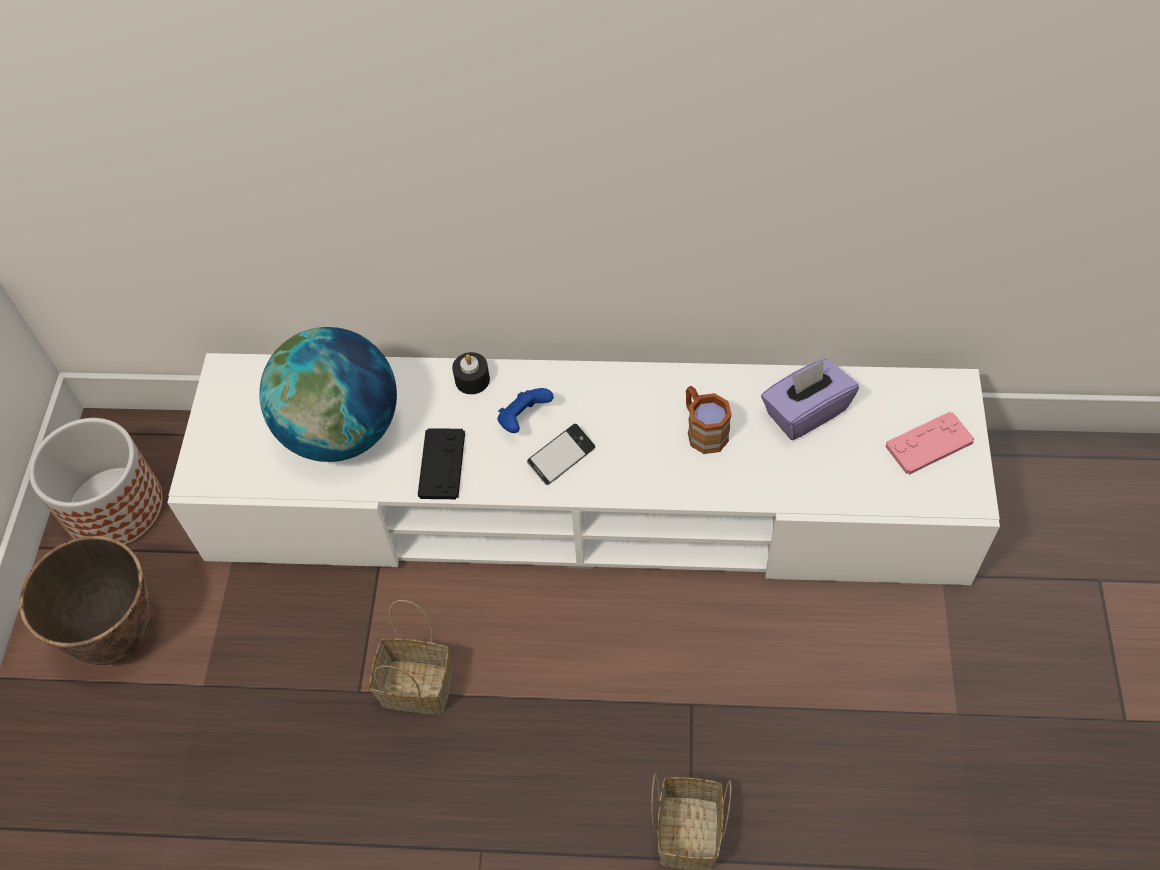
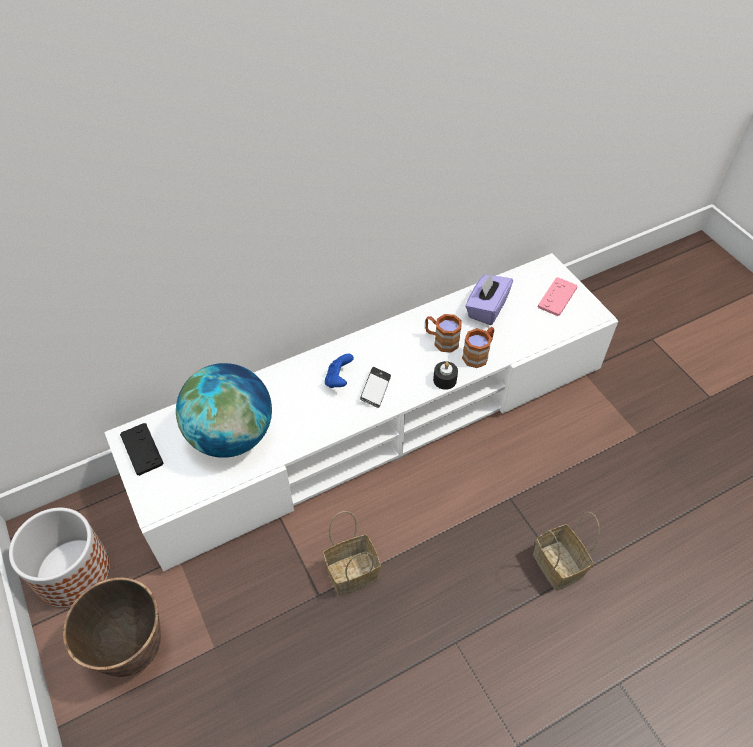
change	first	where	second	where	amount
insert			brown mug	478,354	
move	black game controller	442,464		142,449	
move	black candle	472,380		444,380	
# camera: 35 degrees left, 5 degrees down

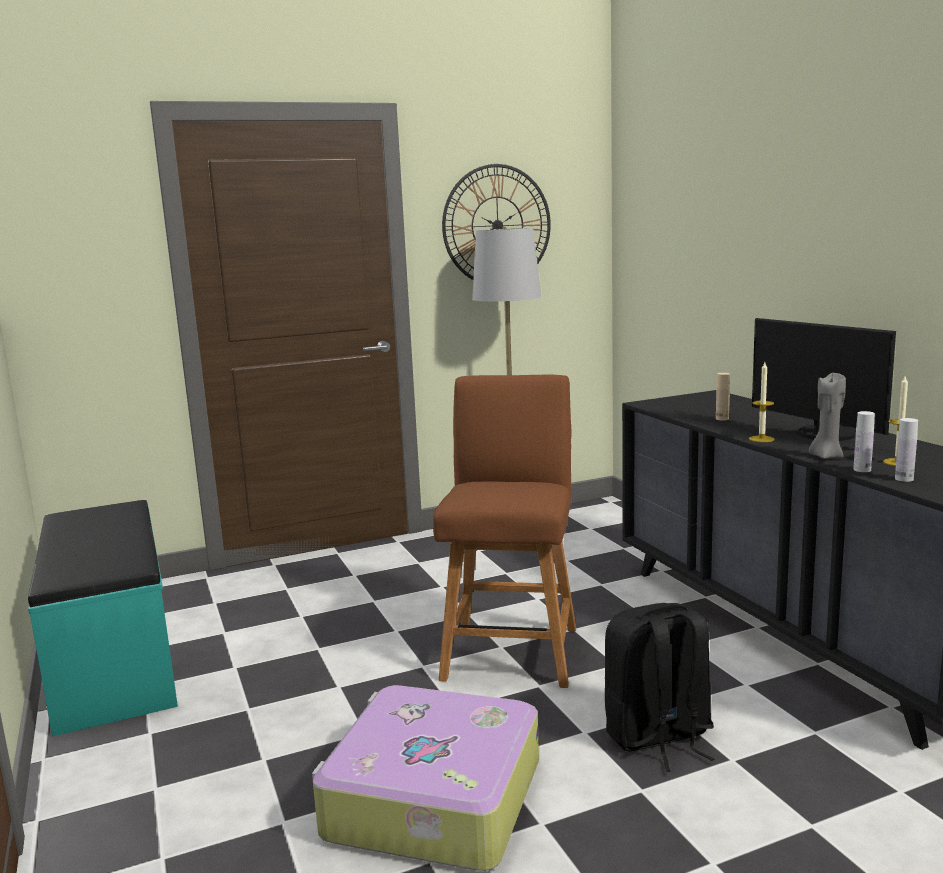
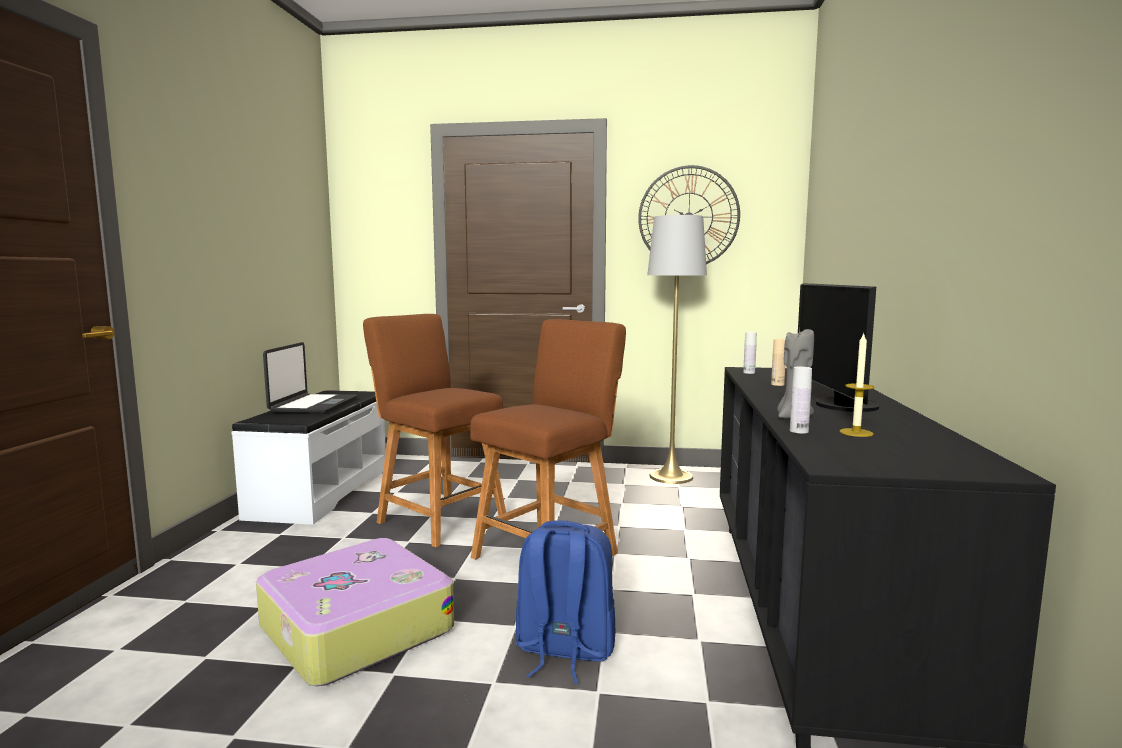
change	first	where	second	where	amount
delete	candle	761,439			
insert			laptop	313,405	
insert			brown chair	438,518	
move	white bottle	904,479		749,372	
recolor	turquoise bench	112,663	white bench	320,492	
recolor	black backpack	658,737	blue backpack	564,651	
# camera: 30 degrees right, 5 degrees down

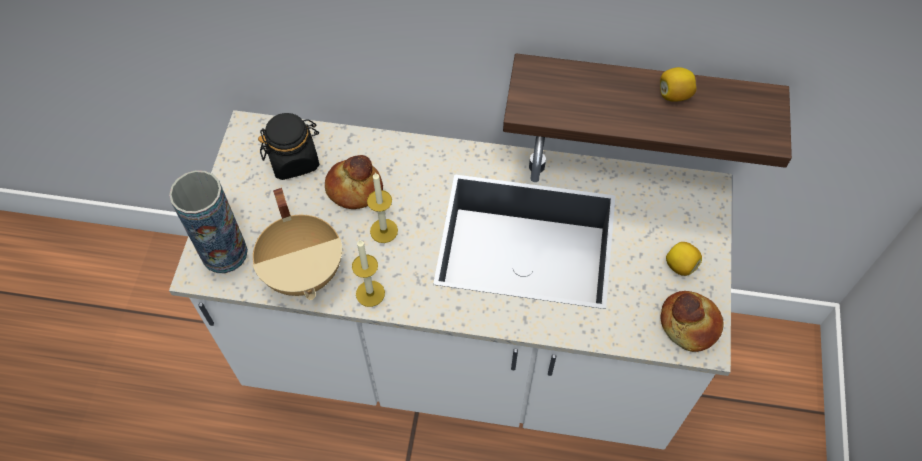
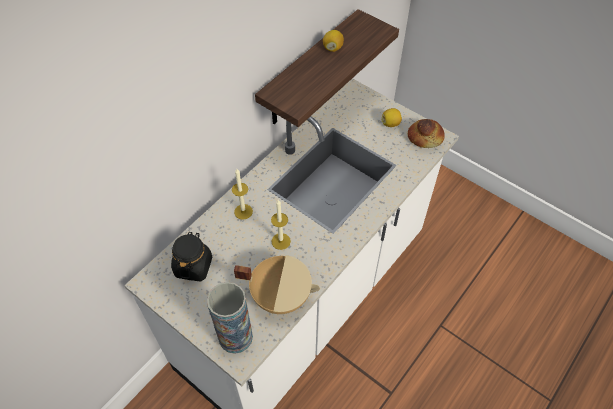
change	first	where	second	where	amount
delete	bread	354,189			
move	candle	370,293		243,211	
# camera: 60 degrees left, 5 degrees down

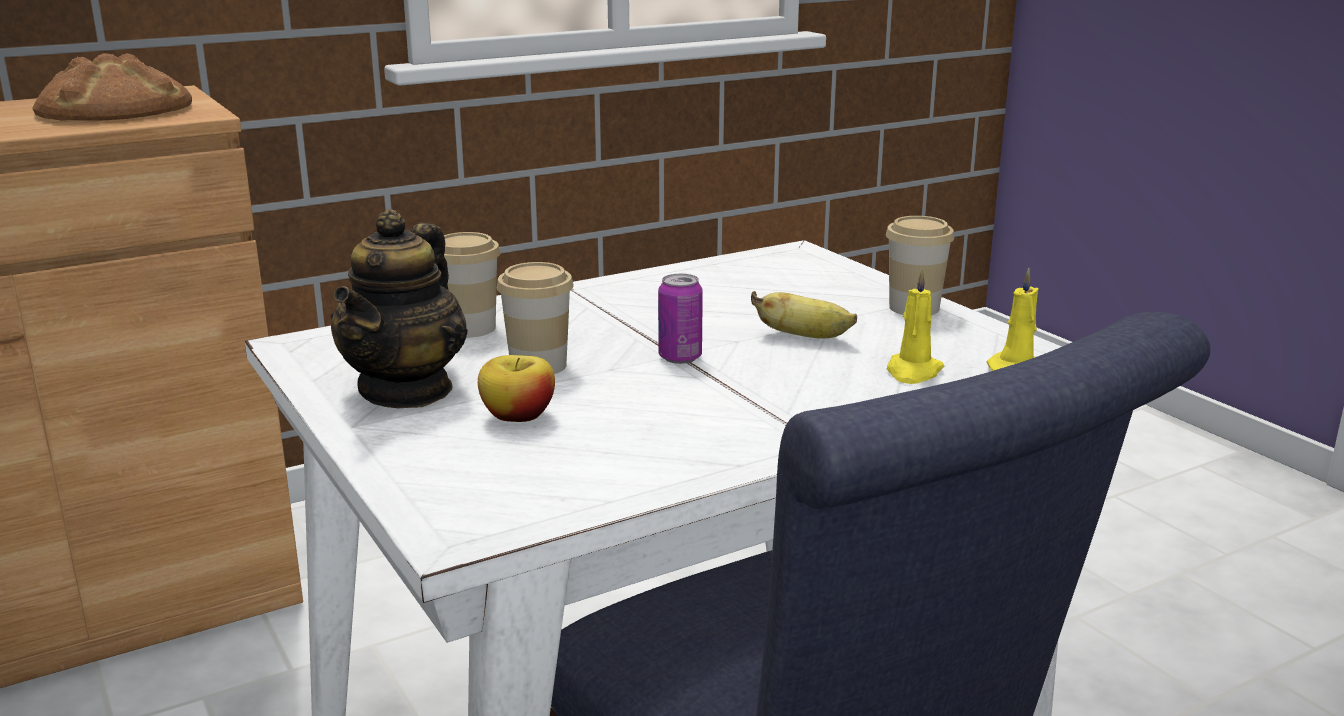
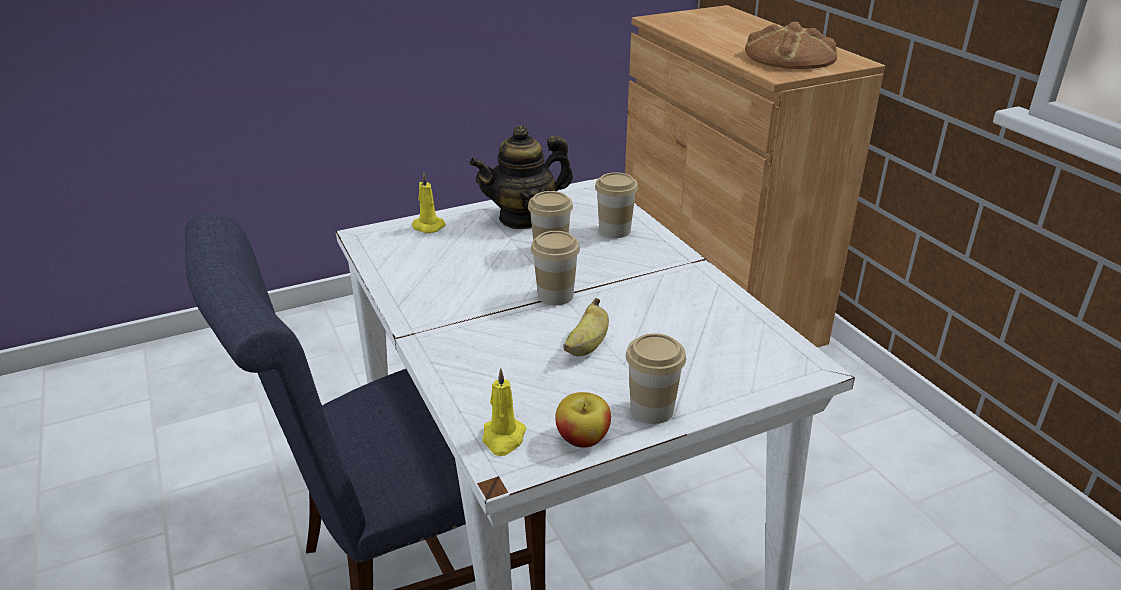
change	first	where	second	where	amount
move	apple	518,416		582,438	
move	yellow candle	913,372		427,226	
replace	can	680,357	cup	555,295	
rotate	teapot	407,390		523,218	45 degrees counterclockwise
# camera: 95 degrees right, 10 degrees up

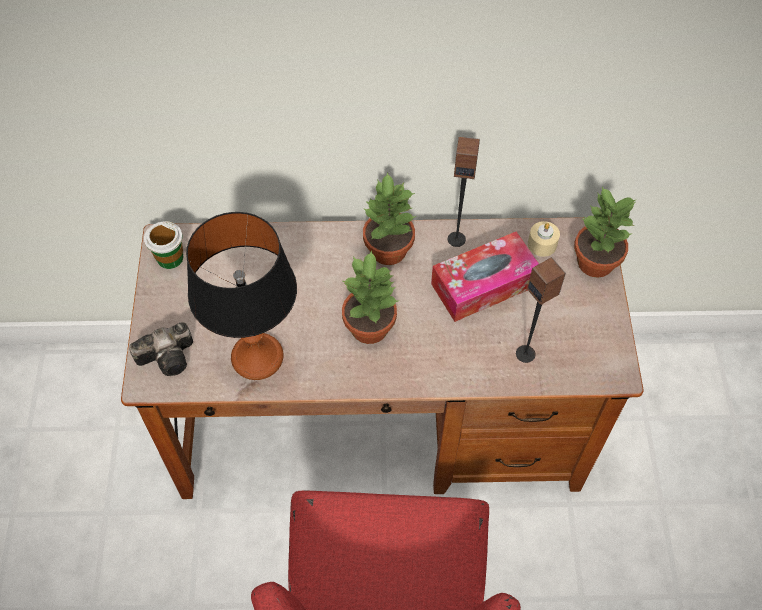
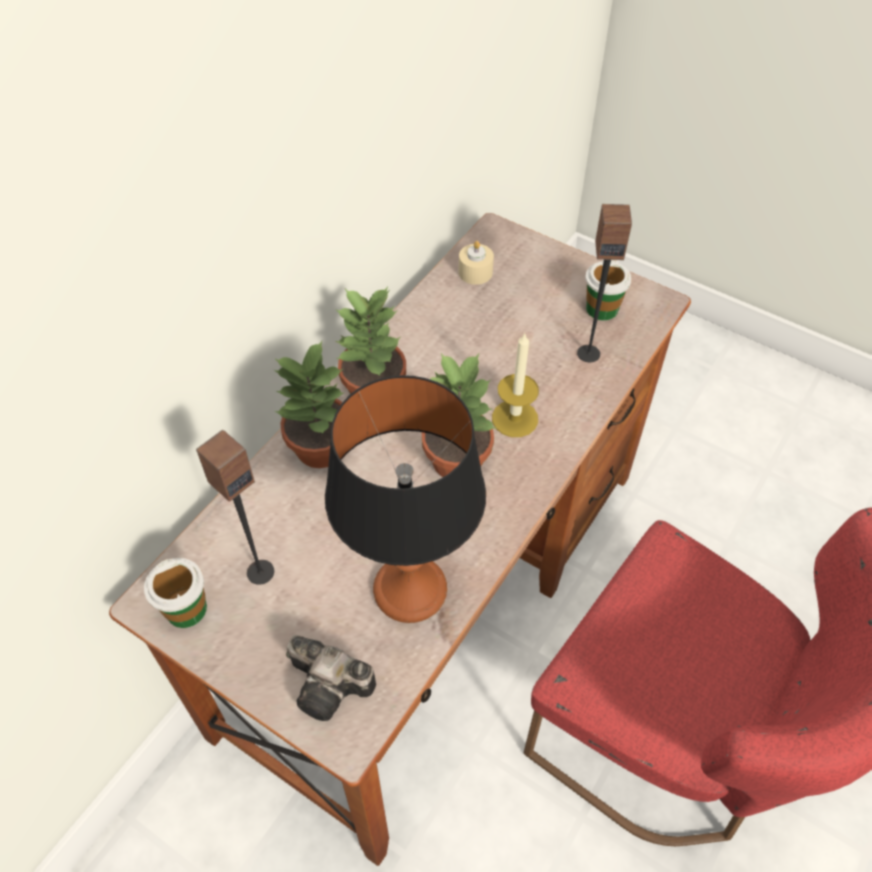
change	first	where	second	where	amount
delete	tissue box	484,285			
insert			candle	514,418	
insert			cup	602,309	
move	speaker	456,239		260,571	
move	potted plant	594,262		319,448	
rotate	photo camera	170,356		332,687	105 degrees clockwise
# camera: 55 degrees left, 5 degrees down

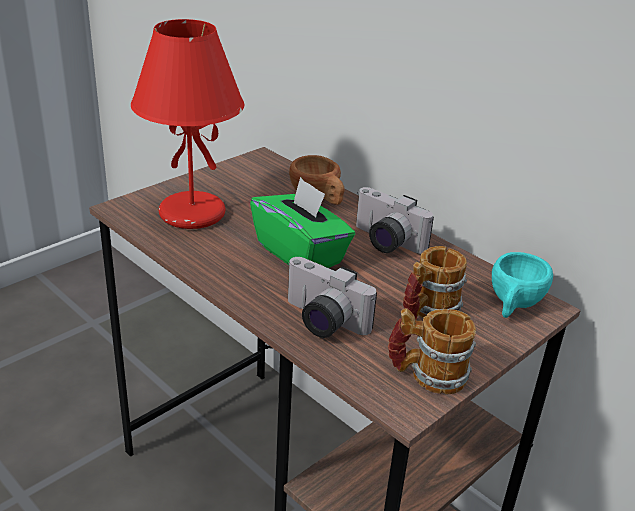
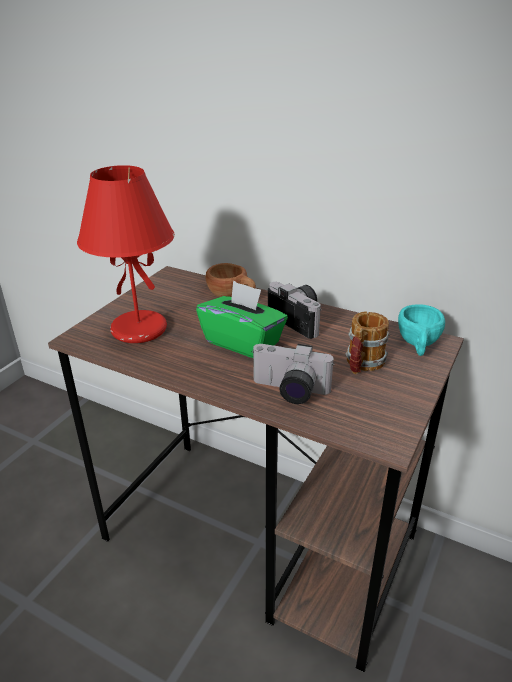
change	first	where	second	where	amount
delete	mug	427,375			
rotate	photo camera	384,242		300,319	150 degrees counterclockwise
# camera: 15 degrees left, 0 degrees up

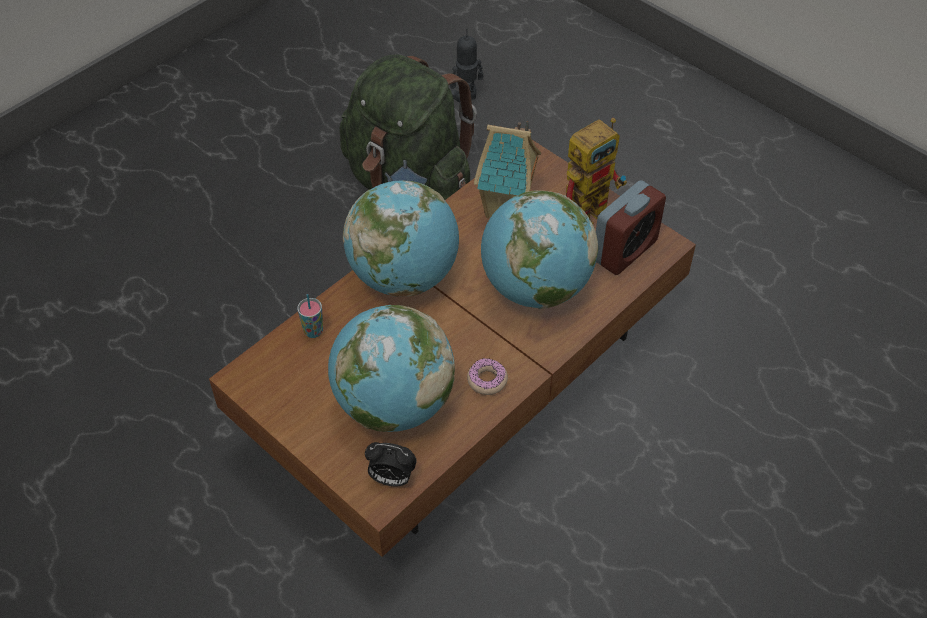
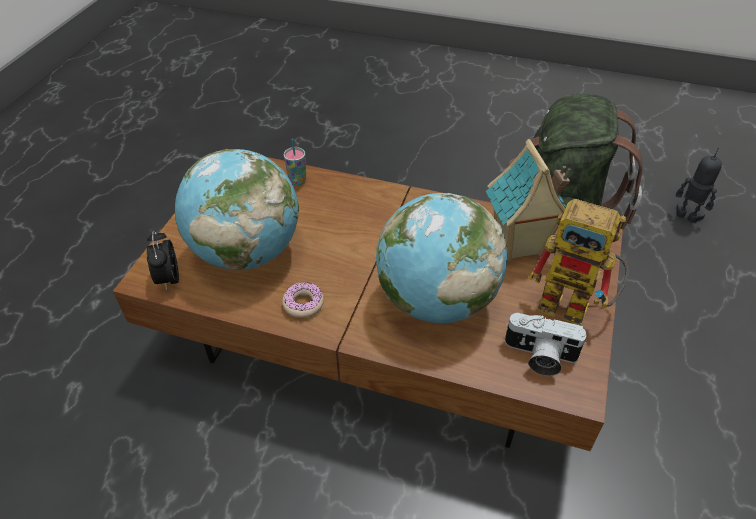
change	first	where	second	where	amount
delete	globe	404,276			
replace	alarm clock	624,250	photo camera	539,356	
# camera: 65 degrees right, 5 degrees down

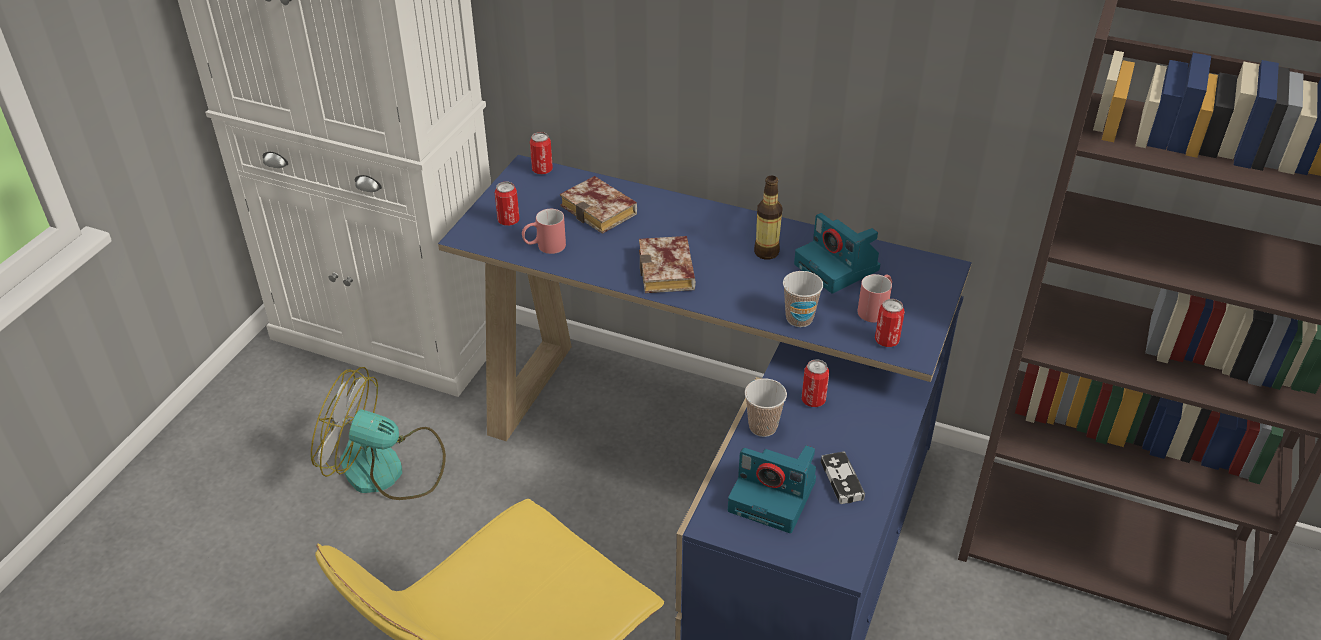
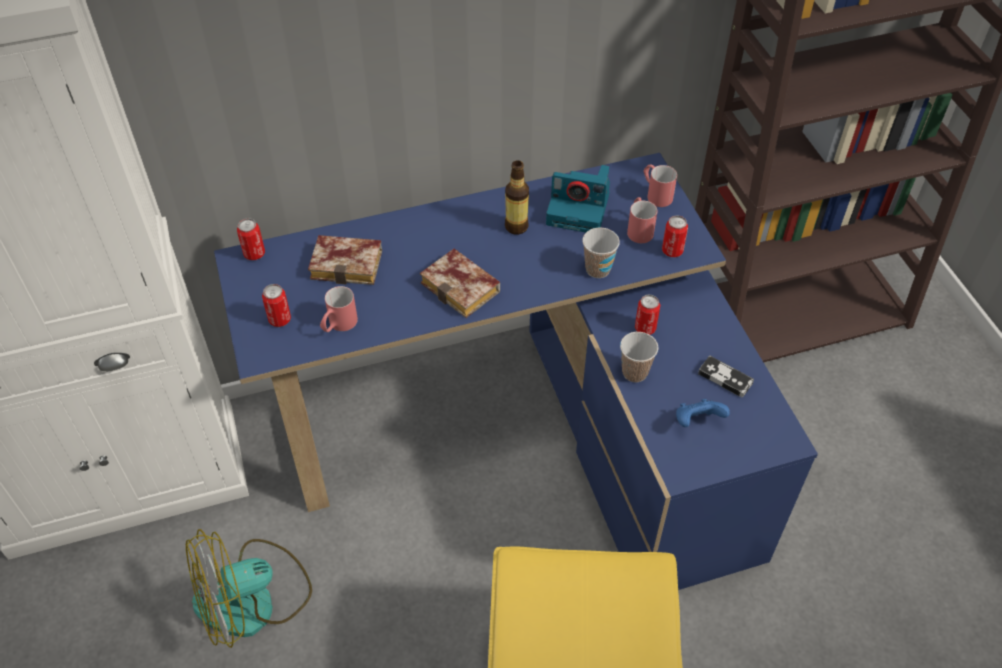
change	first	where	second	where	amount
insert			red mug	655,194	
replace	photo camera	774,496	blue game controller	697,421	
# camera: 40 degrees left, 10 degrees up

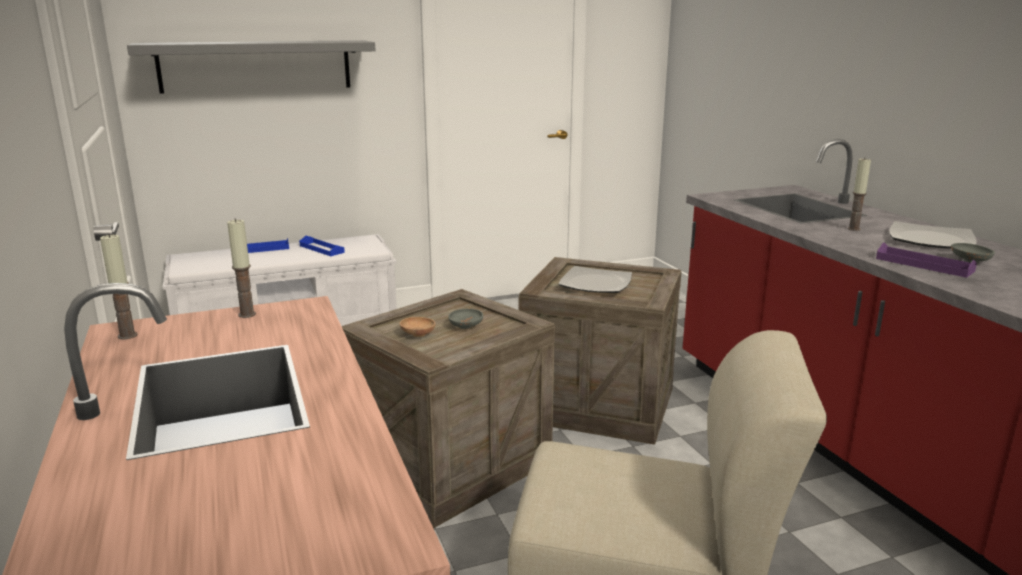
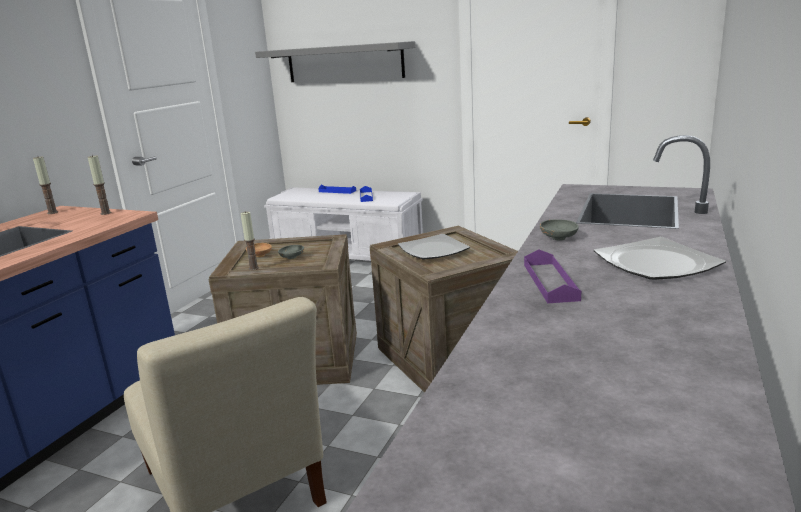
change	first	where	second	where	amount
move	candle	853,229		253,268	
move	grey bowl	969,261		558,238	
# camera: 45 degrees right, 0 degrees up

